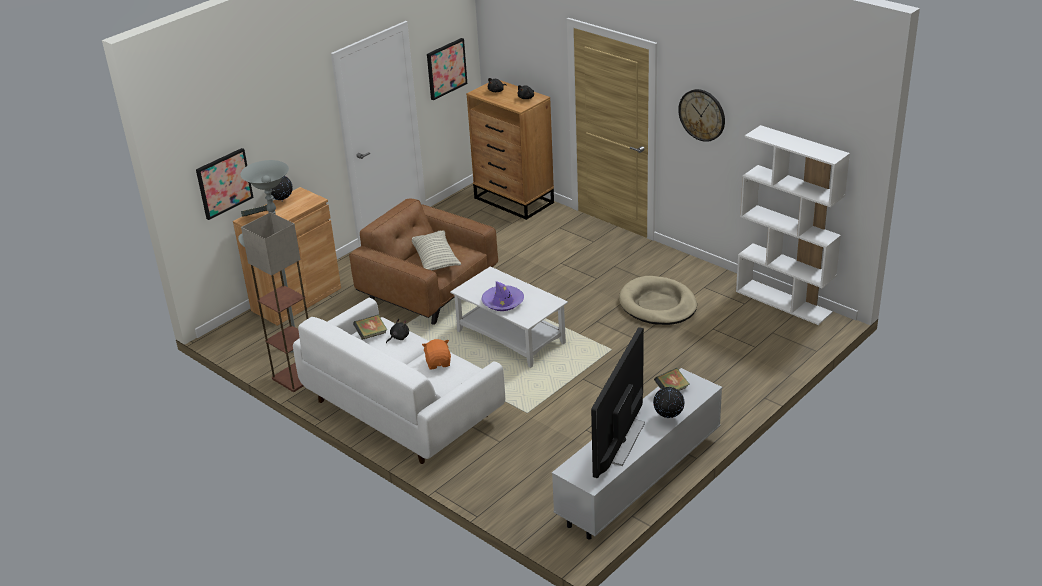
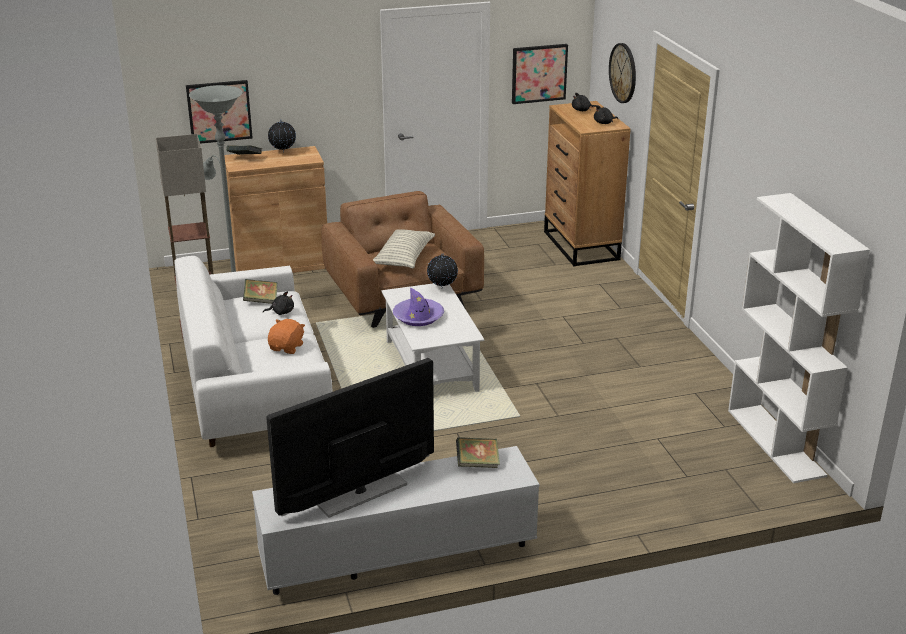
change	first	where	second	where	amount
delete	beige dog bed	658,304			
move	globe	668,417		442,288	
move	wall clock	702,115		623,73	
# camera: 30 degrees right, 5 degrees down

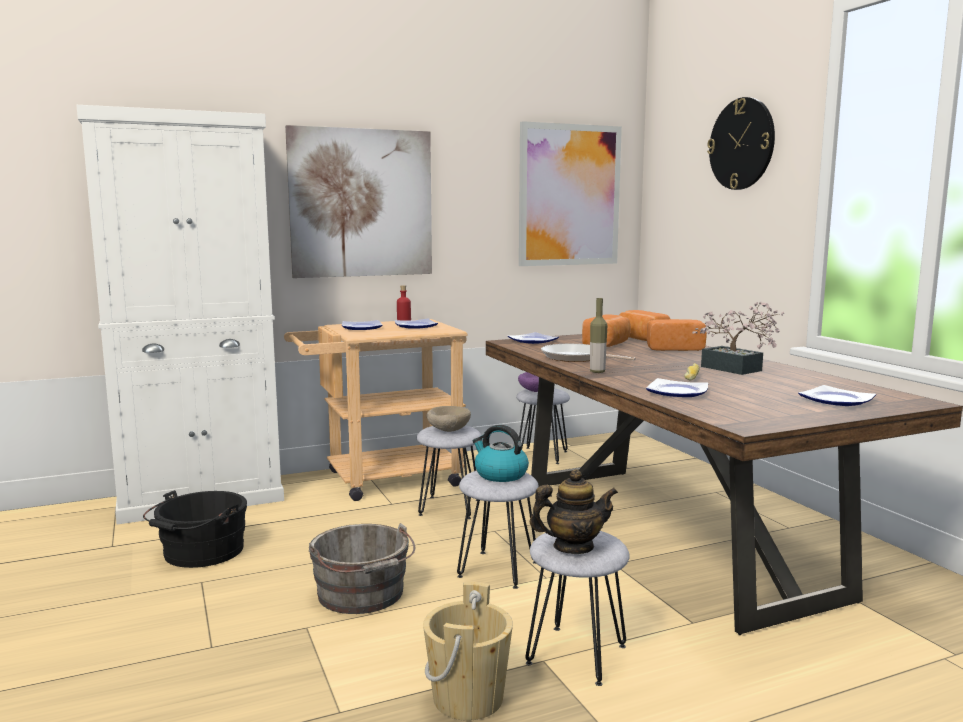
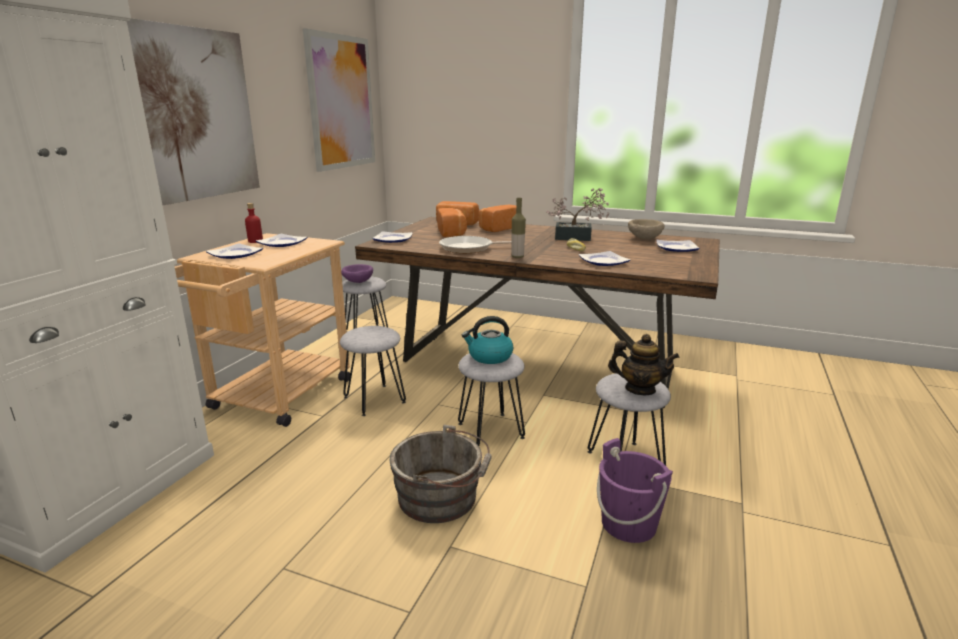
change	first	where	second	where	amount
delete	black bucket	200,553			
delete	wall clock	741,144			
move	beige bowl	447,430		644,239	
recolor	beige bucket	468,698	purple bucket	628,524	
rotate	teapot	573,547		640,389	75 degrees clockwise
# camera: 45 degrees left, 10 degrees up

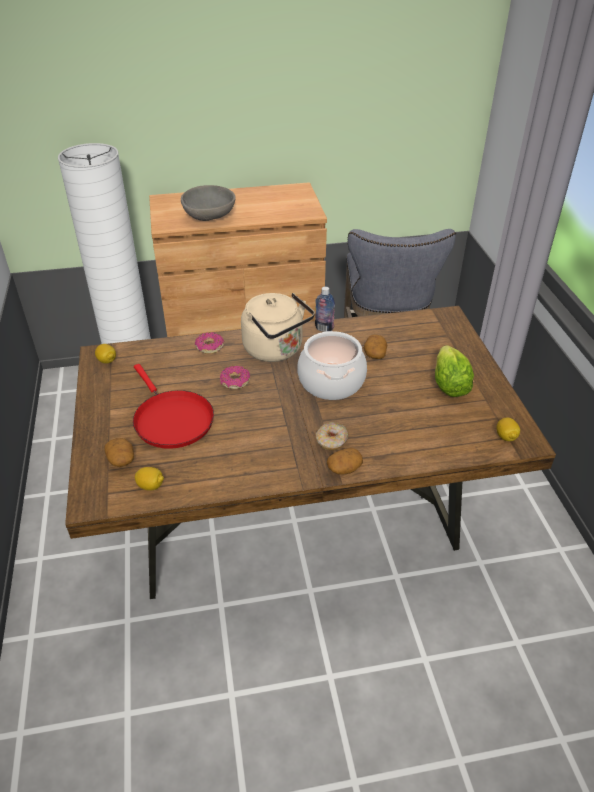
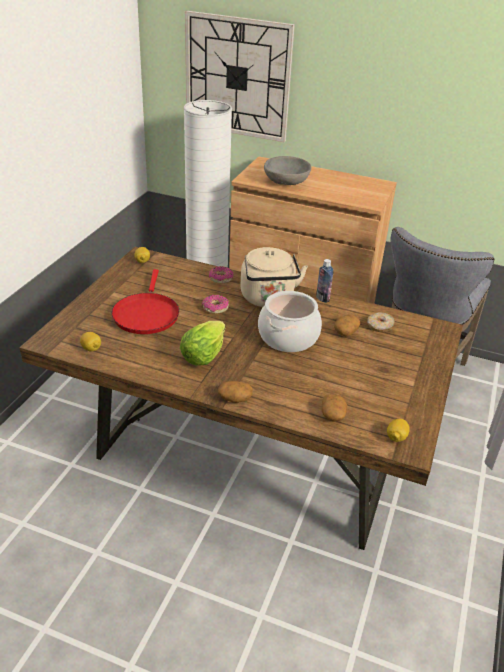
change	first	where	second	where	amount
insert			wall clock	237,77	
move	potato	121,459		333,415	
move	donut	331,441		379,326	
move	lettuce	449,385		203,355	
# camera: 30 degrees right, 5 degrees down

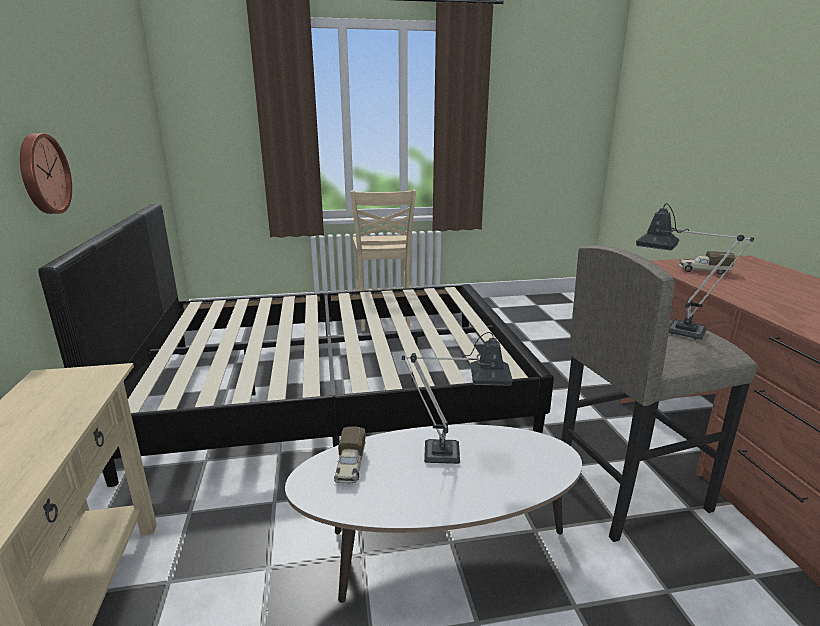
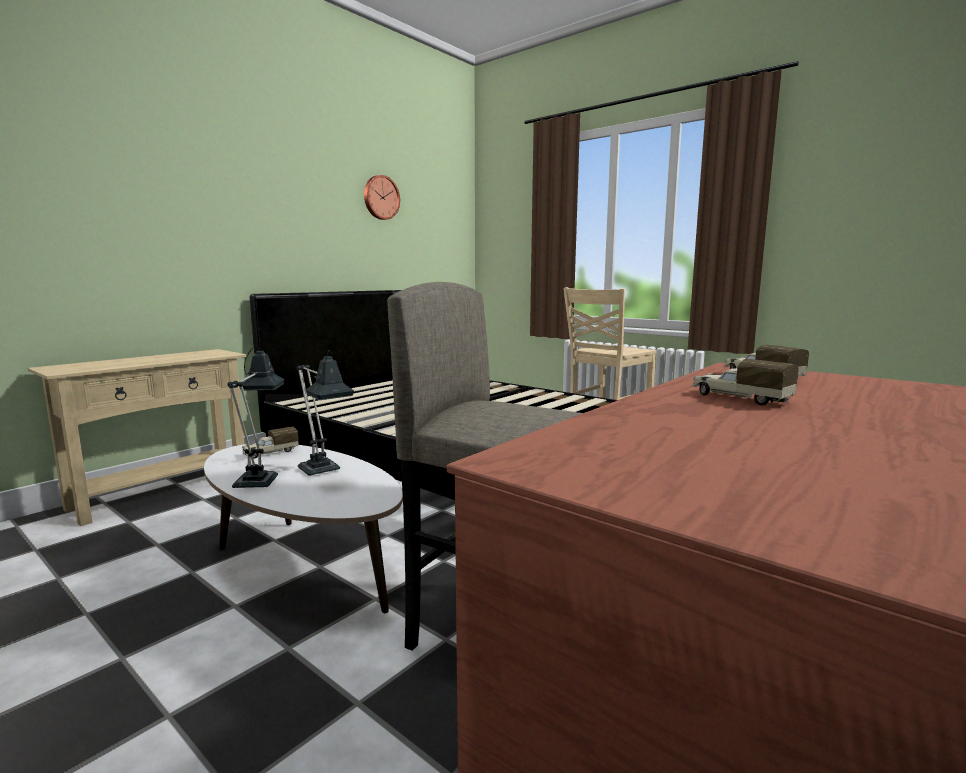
change	first	where	second	where	amount
insert			toy truck	739,398	
move	wall clock	42,174		380,197	
move	table lamp	674,330		259,479	
# camera: 50 degrees right, 10 degrees down

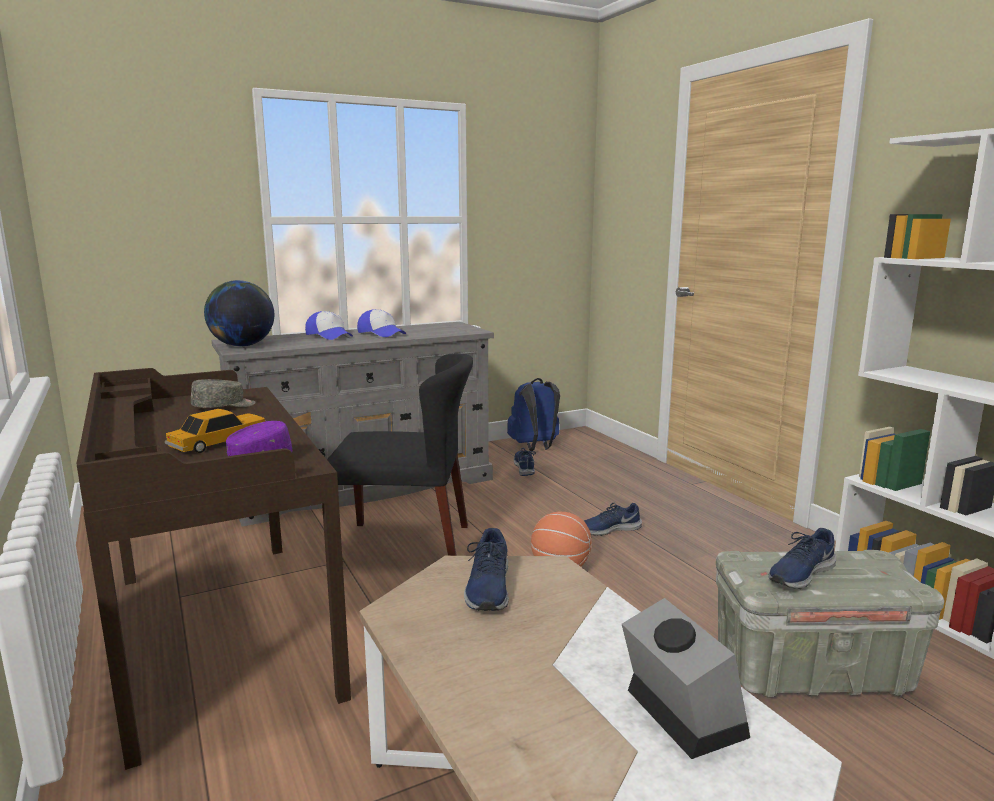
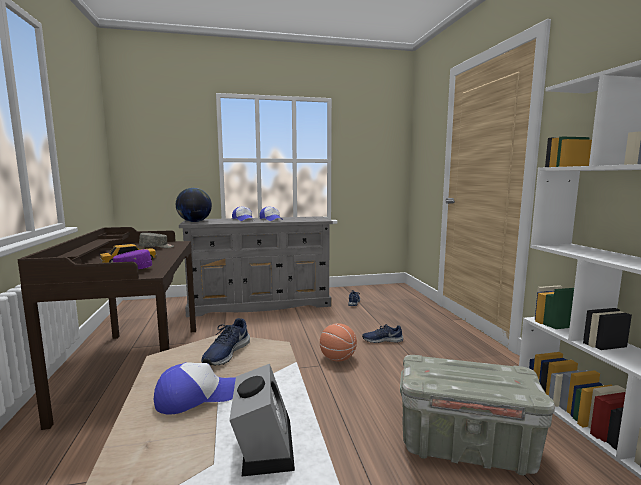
change	first	where	second	where	amount
delete	black chair	406,545			
delete	blue backpack	535,447			
delete	blue shoe	800,573			
insert			cap	197,396	
# camera: 15 degrees right, 5 degrees down

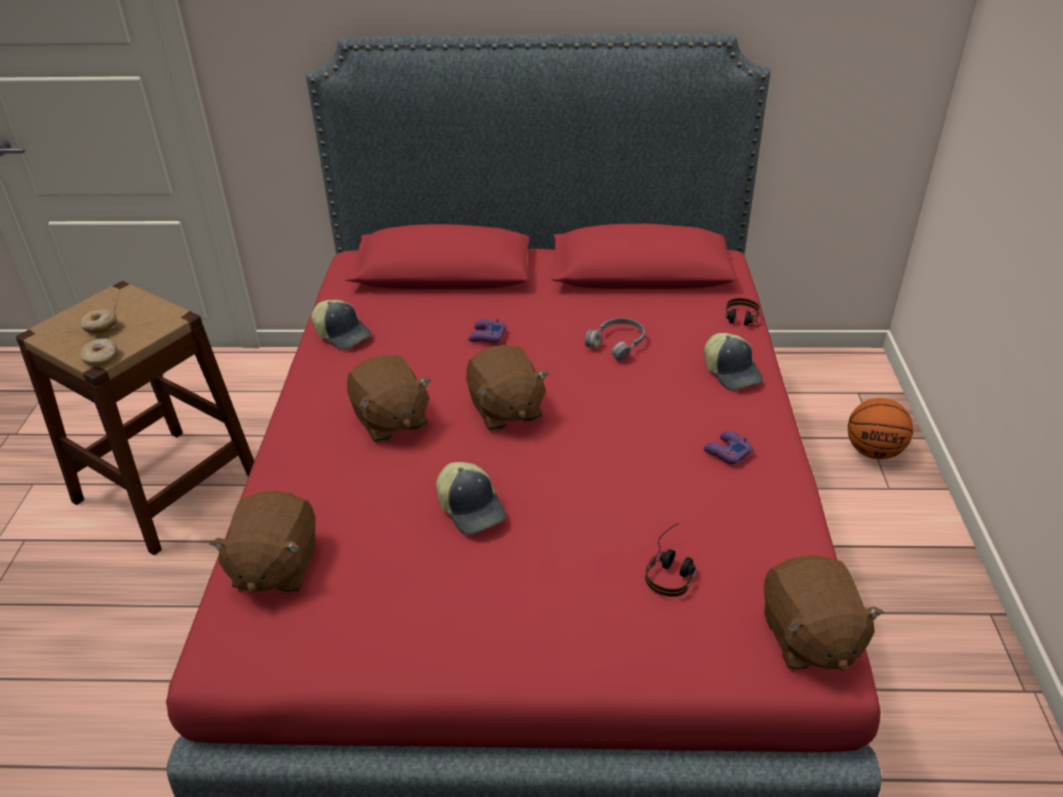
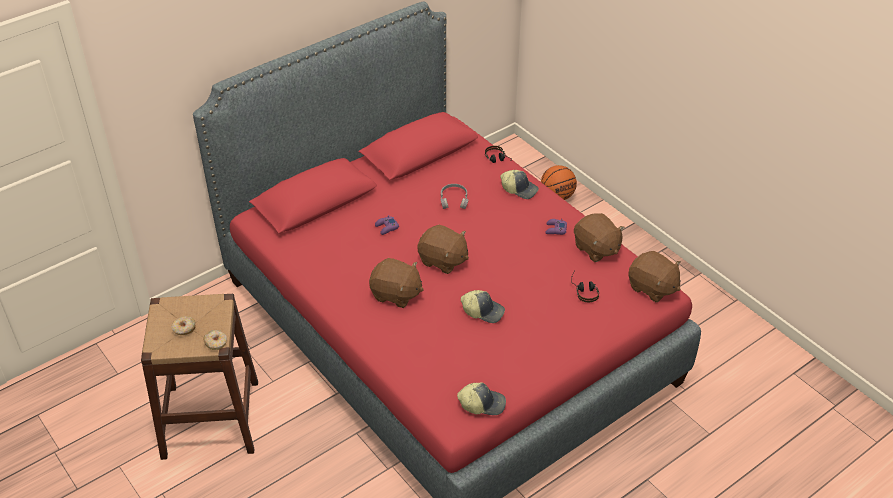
change	first	where	second	where	amount
move	brown plush toy	275,567		596,249	
move	cap	343,334		482,403	
# camera: 40 degrees left, 5 degrees up

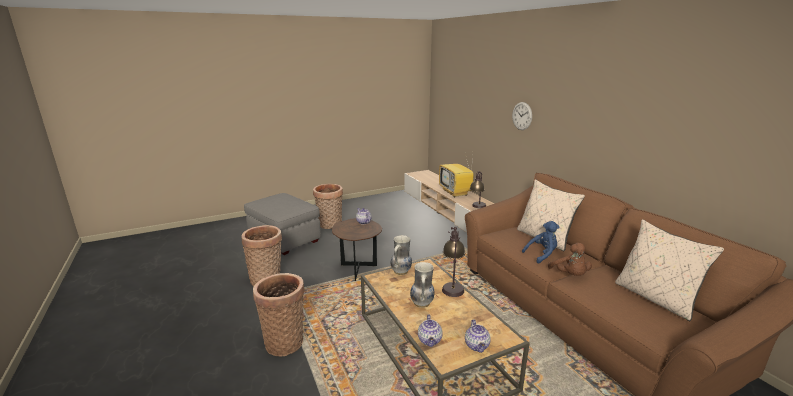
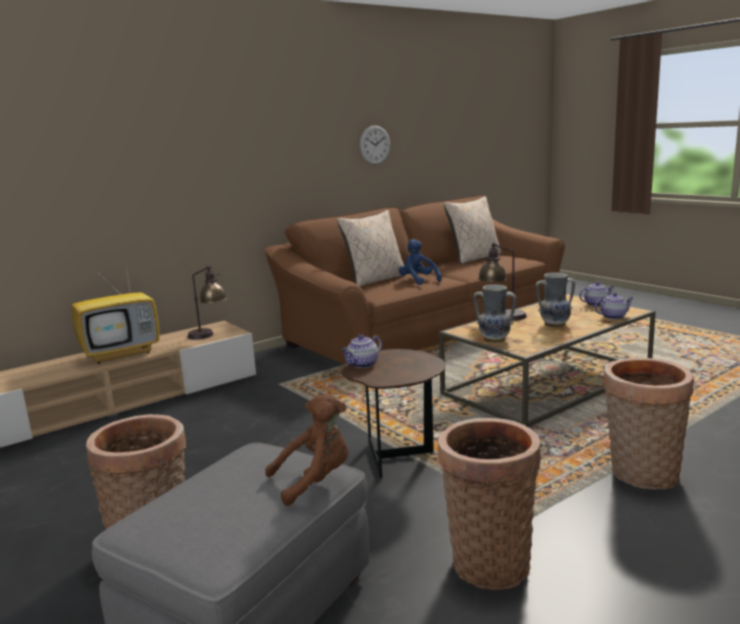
change	first	where	second	where	amount
move	wall clock	522,116		375,145	
move	brown plush toy	570,275		315,481	
# camera: 100 degrees left, 5 degrees down

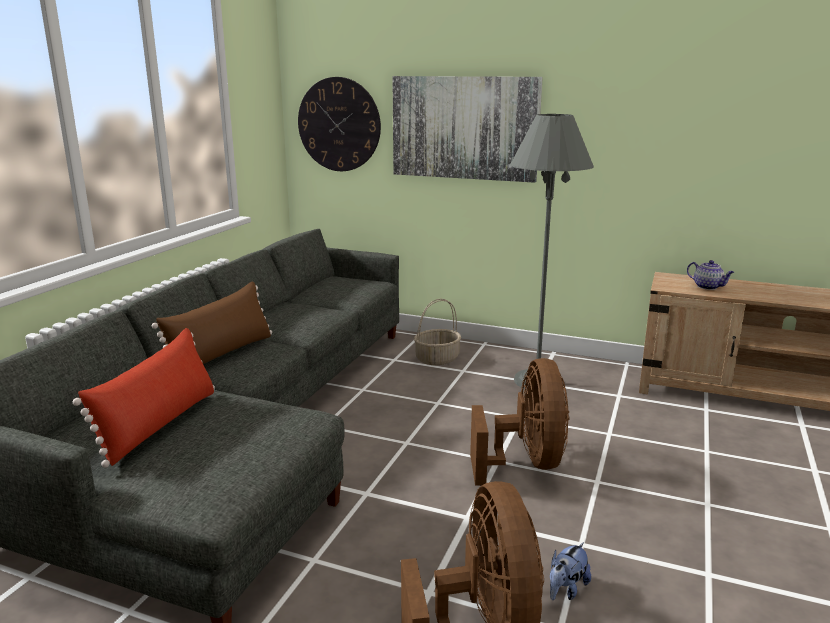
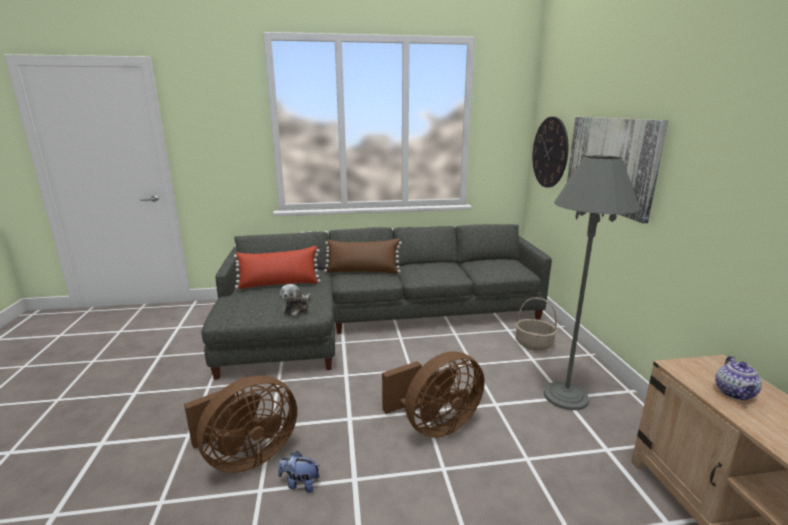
change	first	where	second	where	amount
insert			plush toy	297,308	
# camera: 60 degrees right, 0 degrees up

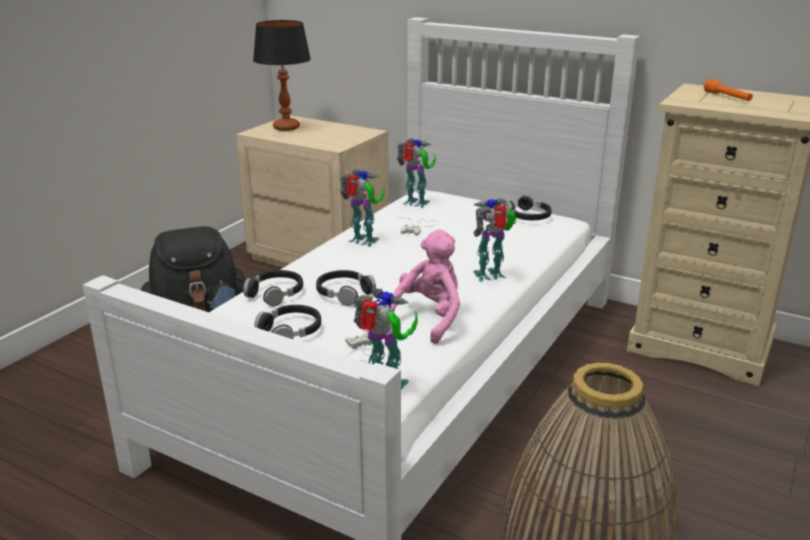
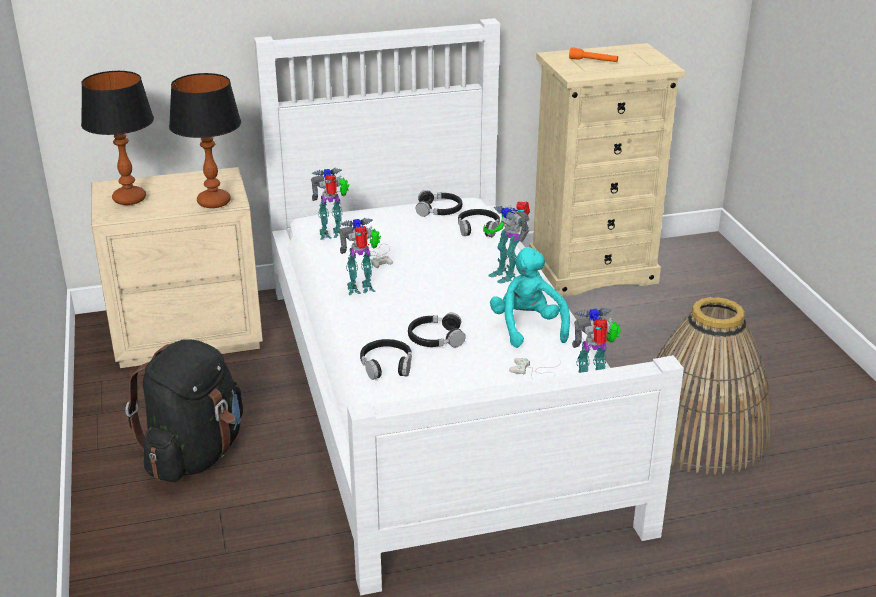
change	first	where	second	where	amount
insert			table lamp	213,202	
move	black headphones	291,331		478,228	
recolor	pink plush toy	428,319	turquoise plush toy	527,327	
rotate	toy robot	491,276		506,274	60 degrees counterclockwise
# camera: 45 degrees left, 5 degrees up

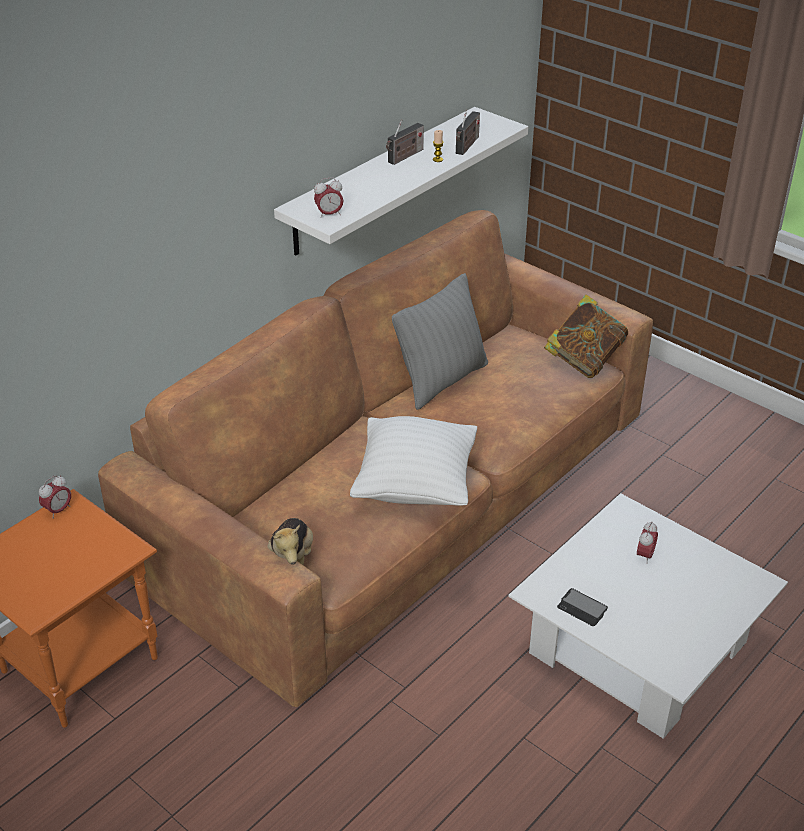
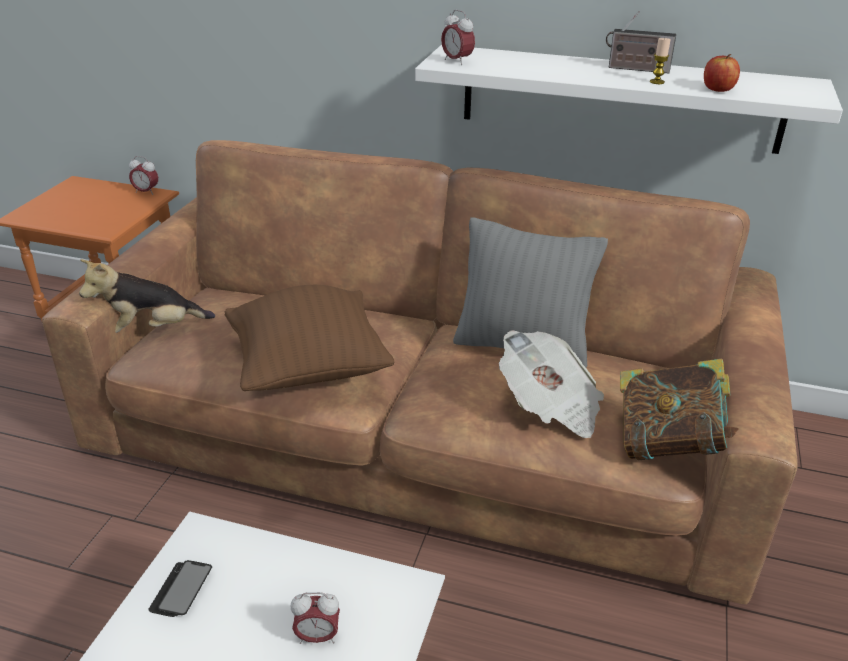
change	first	where	second	where	amount
insert			newspaper	550,406	
replace	radio	467,146	apple	718,89	
recolor	white pillow	415,485	brown pillow	308,369	
# camera: 65 degrees right, 5 degrees down

